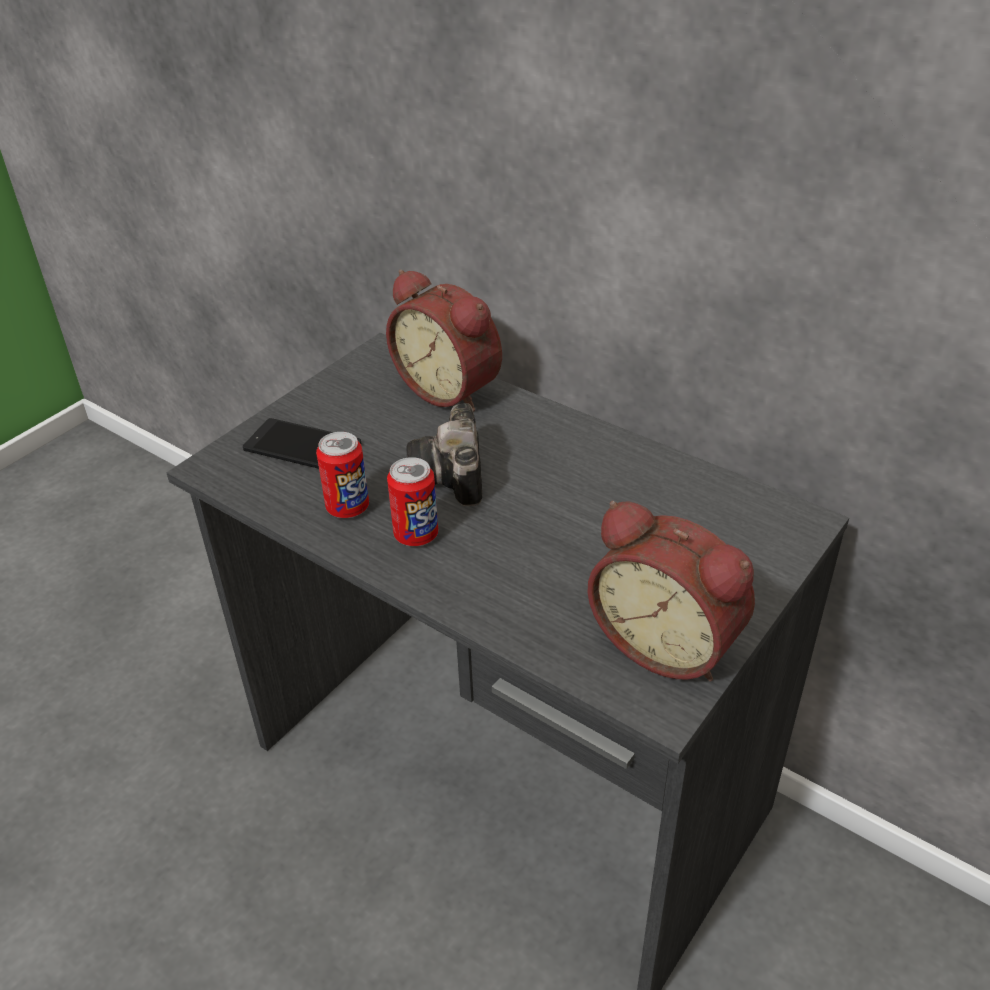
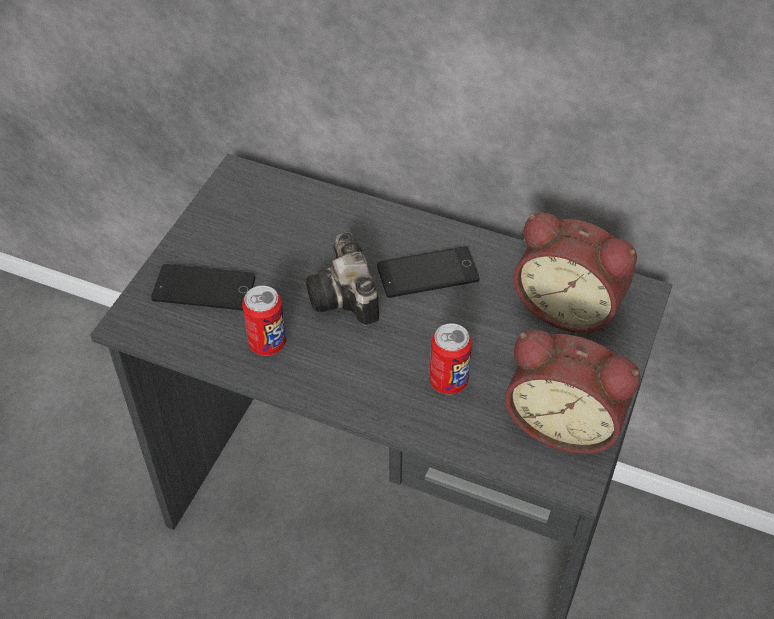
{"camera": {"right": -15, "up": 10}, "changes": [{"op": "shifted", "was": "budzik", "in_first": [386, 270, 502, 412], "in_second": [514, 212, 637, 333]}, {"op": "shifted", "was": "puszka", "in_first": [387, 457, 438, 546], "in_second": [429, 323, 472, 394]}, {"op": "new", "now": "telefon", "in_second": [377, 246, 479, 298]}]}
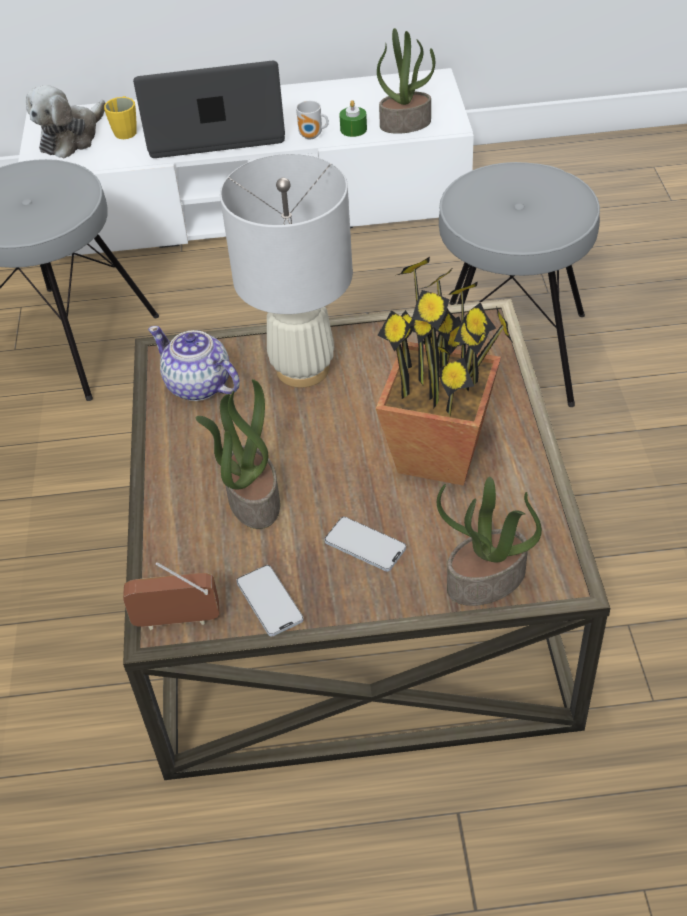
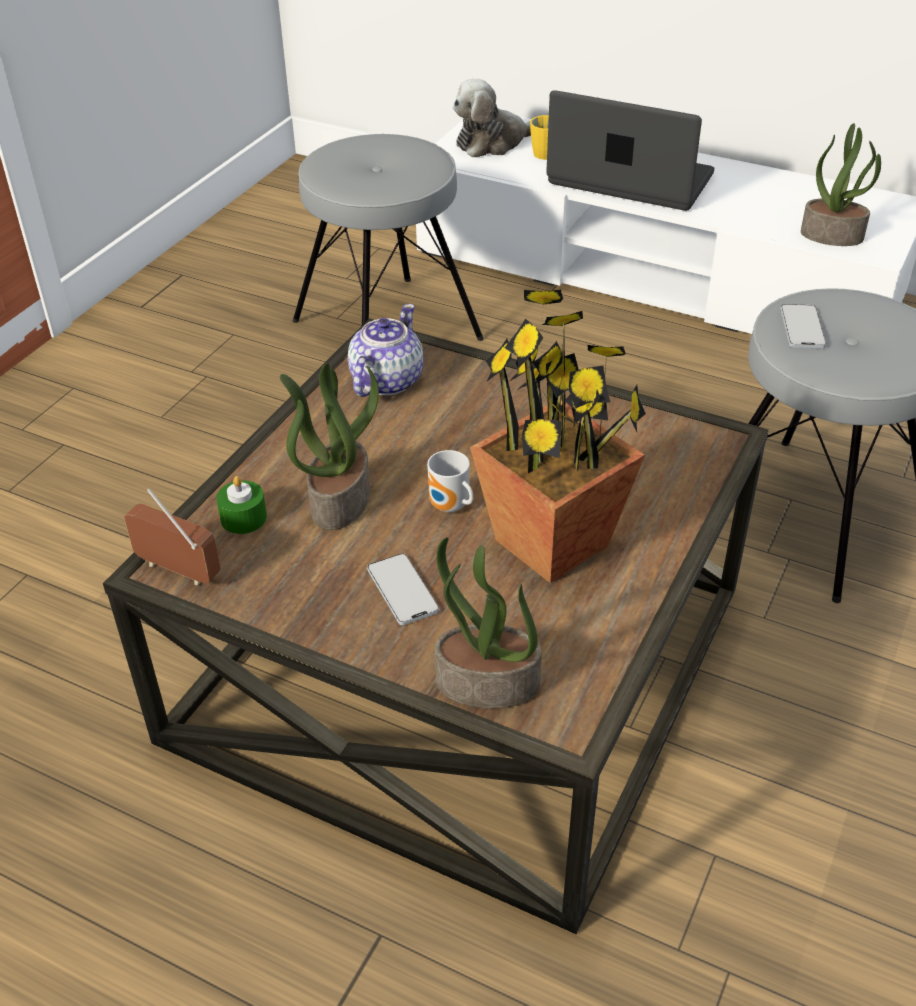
{"camera": {"right": 30, "up": -5}, "changes": [{"op": "rotated", "was": "imbryk", "in_first": [148, 326, 240, 401], "in_second": [348, 304, 423, 397], "clockwise": 45}, {"op": "gone", "was": "lampa stołowa/biały", "in_first": [220, 154, 353, 388]}, {"op": "shifted", "was": "telefon", "in_first": [236, 565, 304, 637], "in_second": [781, 304, 826, 348]}, {"op": "shifted", "was": "kubek", "in_first": [296, 101, 329, 139], "in_second": [427, 450, 474, 512]}, {"op": "shifted", "was": "świeca/zielony", "in_first": [339, 100, 367, 137], "in_second": [216, 476, 267, 534]}]}
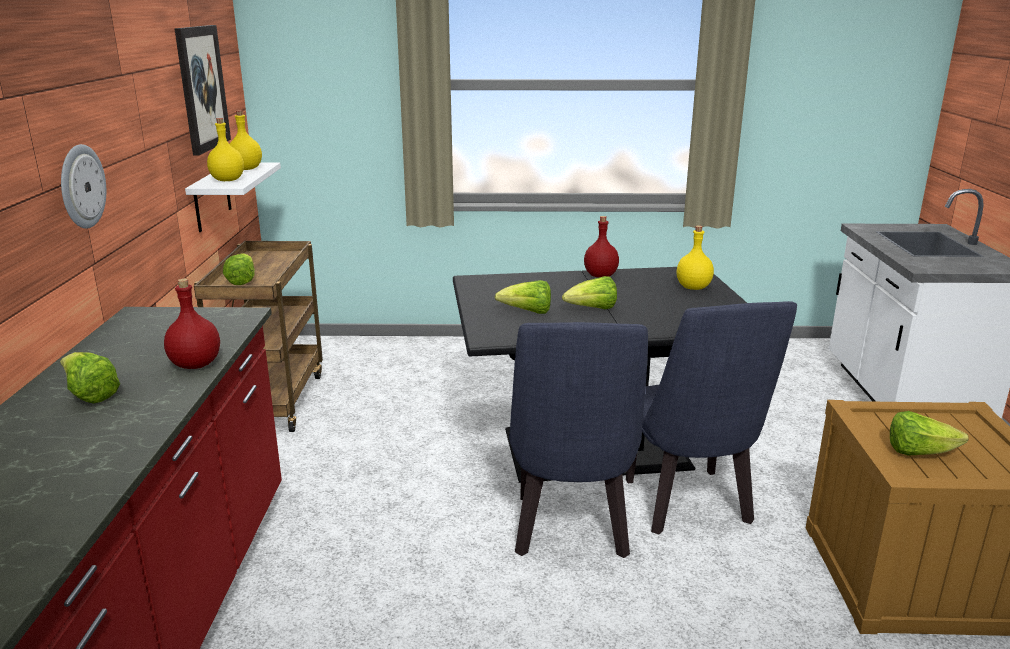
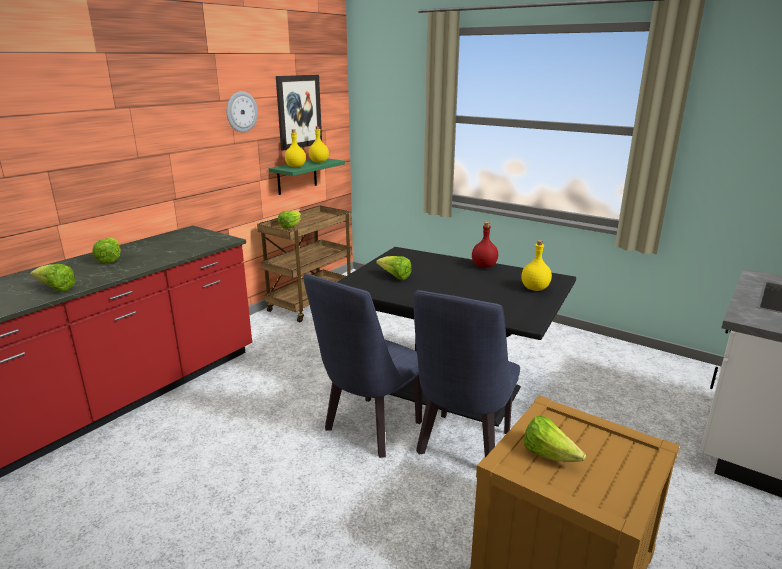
{"camera": {"right": 35, "up": 0}, "changes": [{"op": "shifted", "was": "zegar ścienny", "in_first": [61, 144, 106, 229], "in_second": [226, 91, 258, 133]}, {"op": "gone", "was": "butelka/czerwony", "in_first": [164, 278, 220, 369]}, {"op": "repainted", "was": "półka/biały", "now": "półka/zielony", "in_first": [185, 162, 281, 232], "in_second": [269, 158, 345, 195]}, {"op": "shifted", "was": "sałata", "in_first": [562, 276, 617, 309], "in_second": [30, 264, 76, 292]}]}
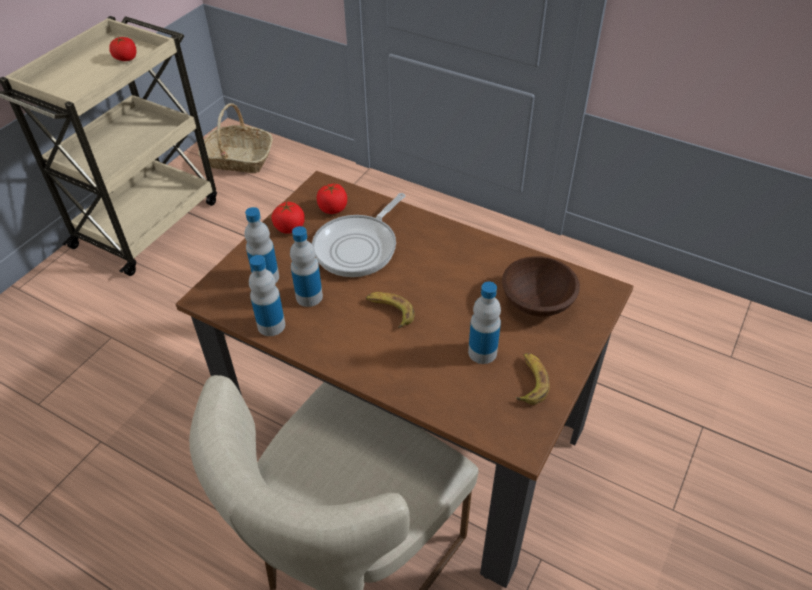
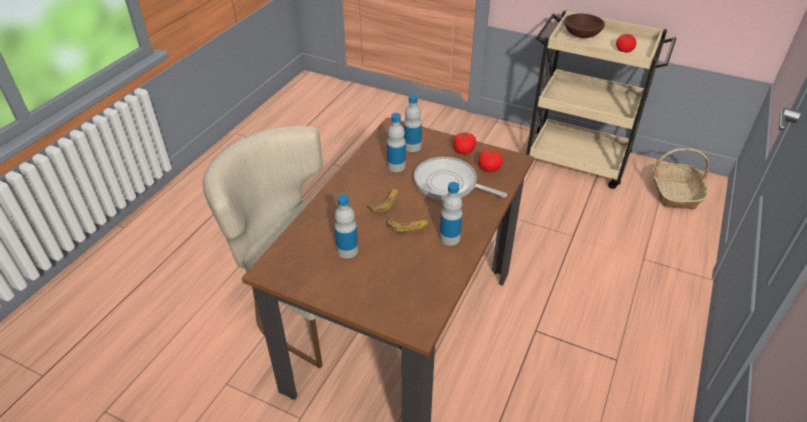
{"camera": {"right": 85, "up": -5}, "changes": [{"op": "shifted", "was": "butelka", "in_first": [249, 255, 285, 336], "in_second": [440, 182, 463, 246]}, {"op": "shifted", "was": "miska/brązowy", "in_first": [502, 256, 580, 317], "in_second": [565, 14, 605, 38]}, {"op": "shifted", "was": "banan", "in_first": [516, 353, 550, 405], "in_second": [387, 216, 430, 233]}]}
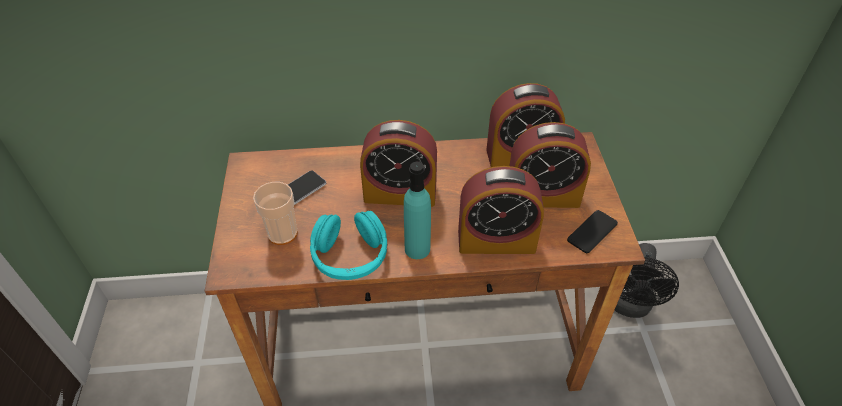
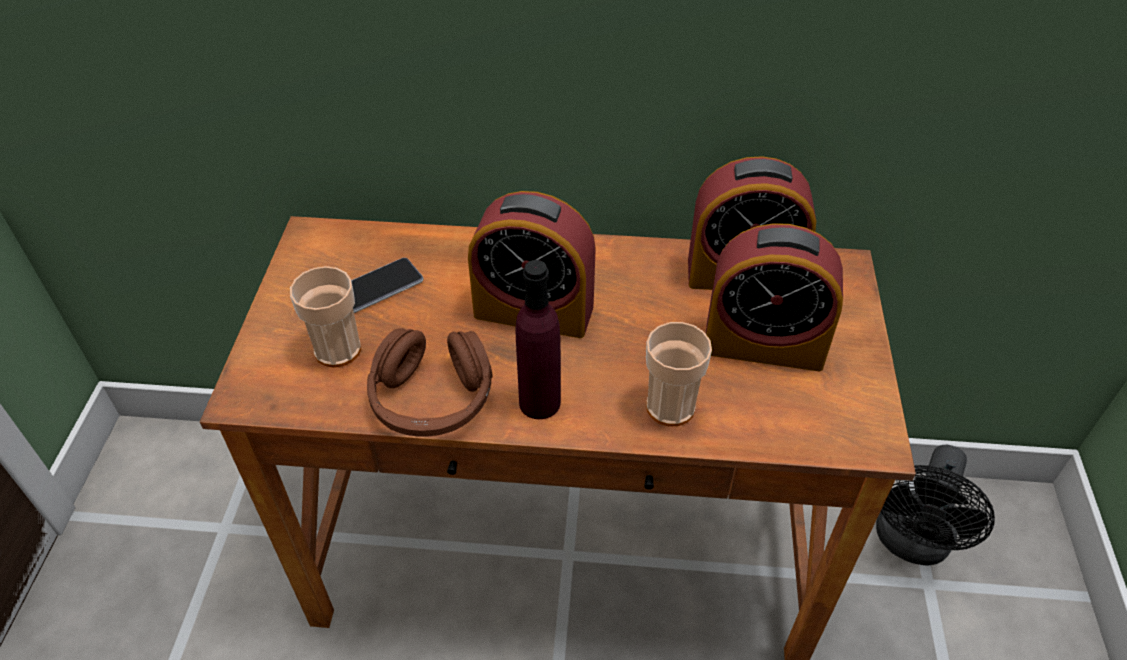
{"camera": {"right": 10, "up": 0}, "changes": [{"op": "repainted", "was": "słuchawki/turkusowy", "now": "słuchawki/brązowy", "in_first": [310, 211, 387, 280], "in_second": [367, 328, 493, 437]}, {"op": "repainted", "was": "butelka/turkusowy", "now": "butelka/fioletowy", "in_first": [404, 162, 431, 259], "in_second": [515, 260, 561, 419]}, {"op": "swapped", "was": "budzik", "now": "filiżanka", "in_first": [458, 166, 544, 254], "in_second": [646, 322, 712, 426]}, {"op": "gone", "was": "telefon", "in_first": [567, 210, 618, 253]}]}
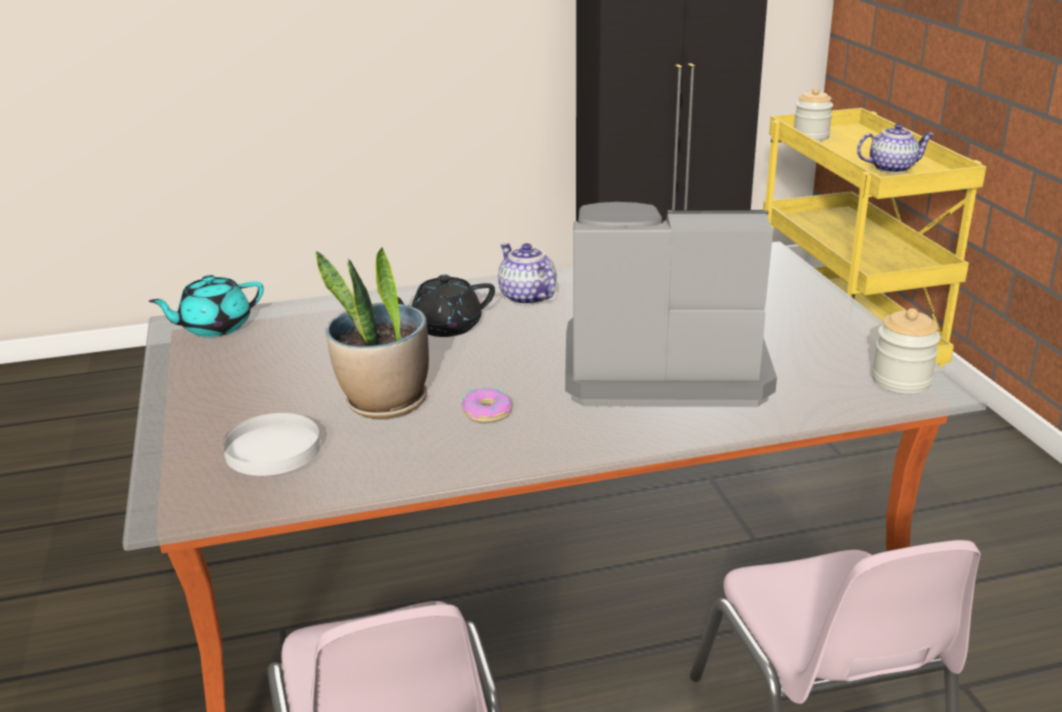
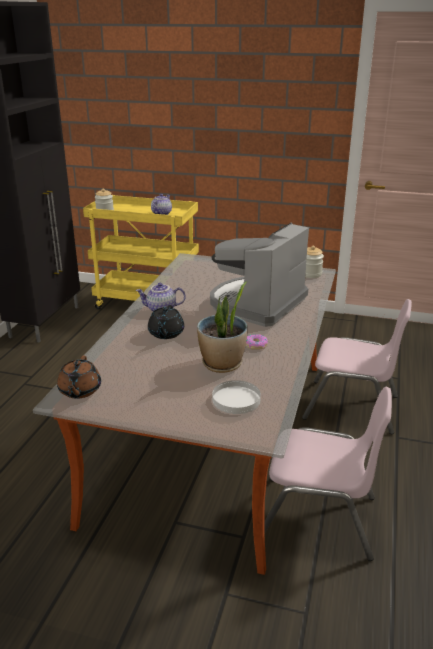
{"camera": {"right": -60, "up": 0}, "changes": [{"op": "repainted", "was": "imbryk/turkusowy", "now": "imbryk/brązowy", "in_first": [149, 275, 264, 337], "in_second": [57, 356, 101, 399]}]}
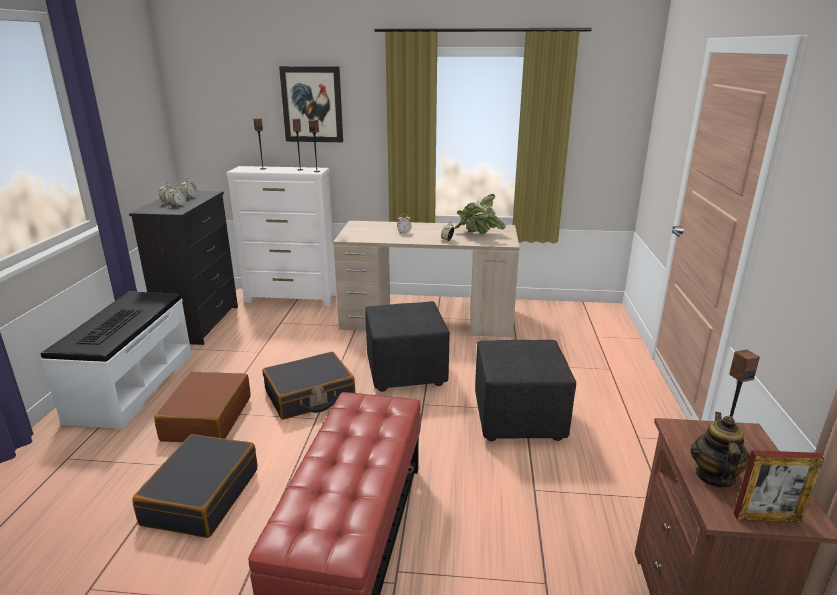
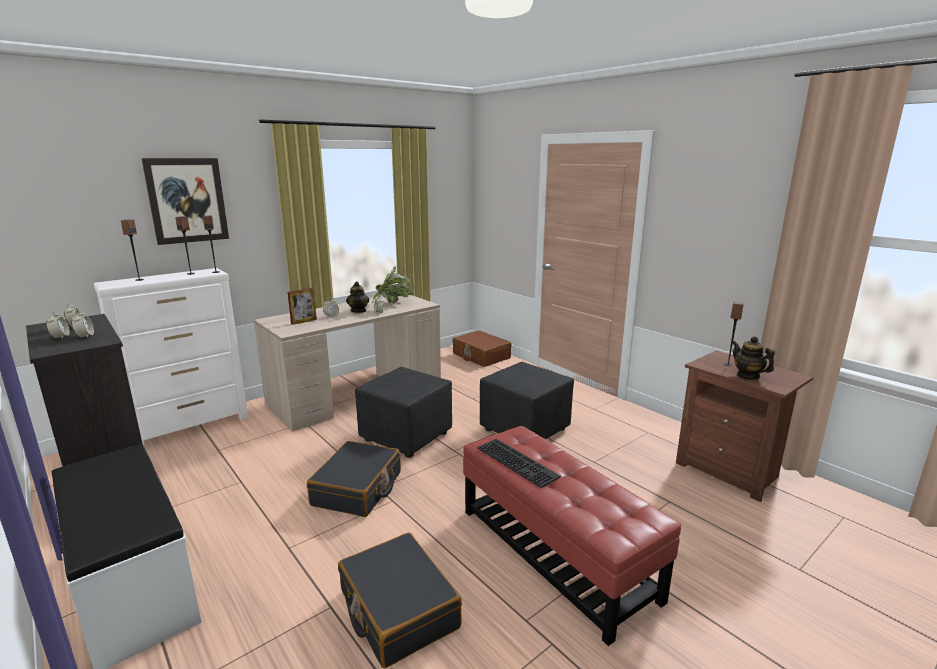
{"camera": {"right": -45, "up": -5}, "changes": [{"op": "shifted", "was": "klawiatura", "in_first": [76, 309, 143, 345], "in_second": [477, 439, 561, 488]}, {"op": "shifted", "was": "walizka/brązowy", "in_first": [154, 372, 250, 442], "in_second": [452, 330, 511, 367]}, {"op": "shifted", "was": "ramka na zdjęcie", "in_first": [734, 450, 824, 523], "in_second": [288, 288, 317, 325]}, {"op": "new", "now": "imbryk", "in_second": [346, 281, 369, 313]}]}
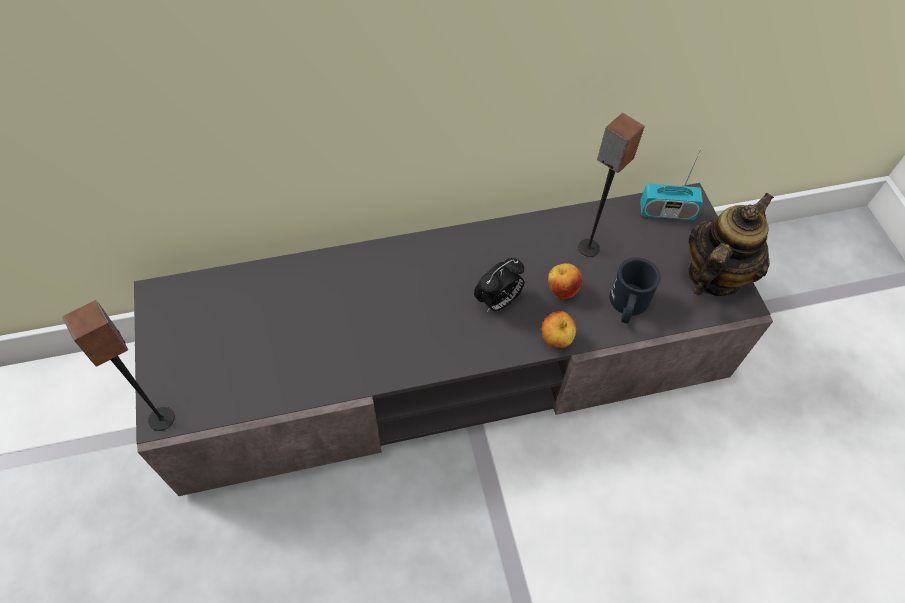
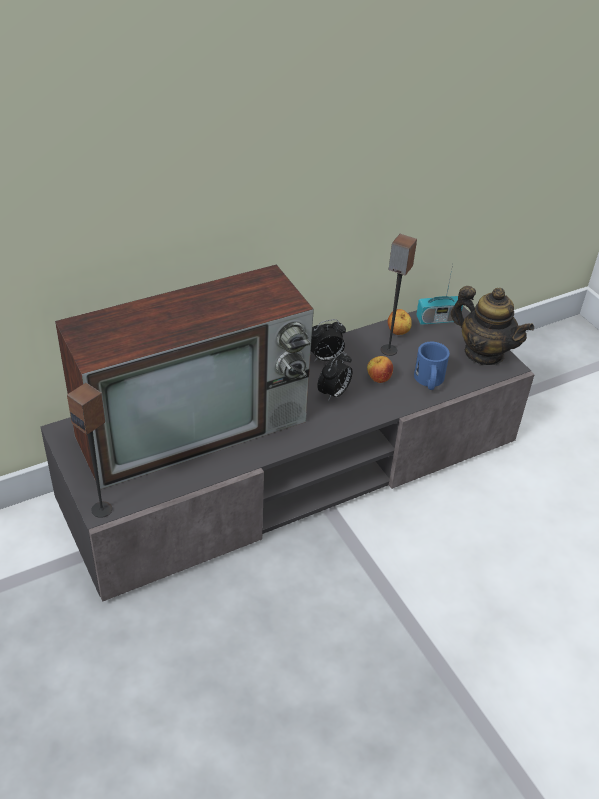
{"camera": {"right": -15, "up": -15}, "changes": [{"op": "shifted", "was": "jabłko", "in_first": [542, 311, 576, 348], "in_second": [388, 309, 412, 335]}, {"op": "repainted", "was": "kubek/czarny", "now": "kubek/niebieski", "in_first": [609, 257, 661, 323], "in_second": [414, 342, 450, 390]}, {"op": "rotated", "was": "imbryk", "in_first": [688, 193, 774, 296], "in_second": [451, 286, 534, 365], "clockwise": 105}, {"op": "new", "now": "telewizor", "in_second": [55, 264, 314, 490]}, {"op": "new", "now": "budzik", "in_second": [311, 319, 346, 362]}]}
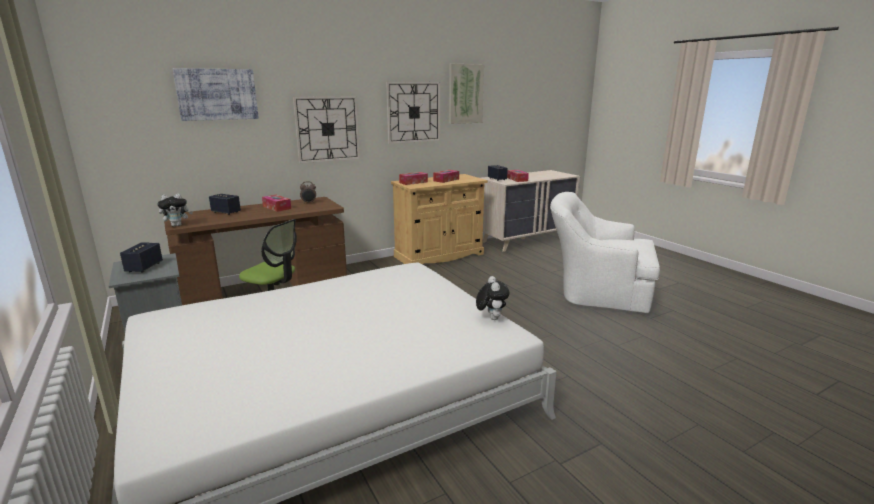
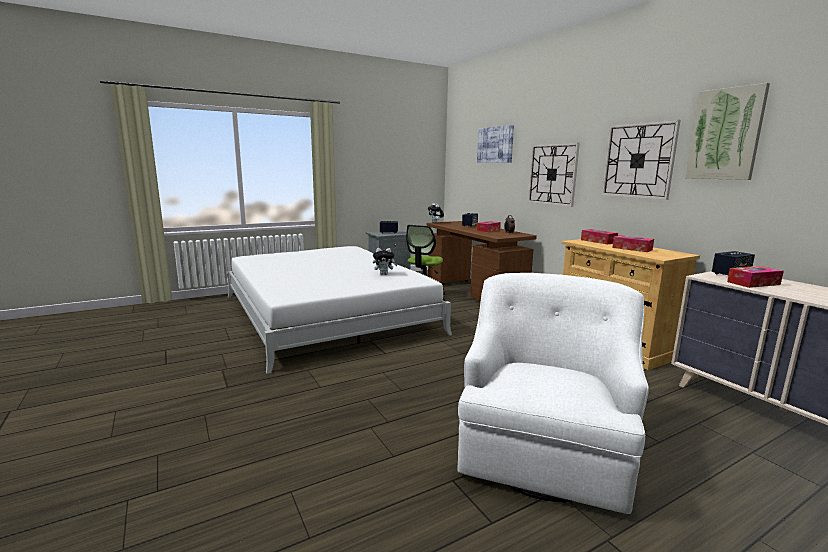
{"camera": {"right": 90, "up": -5}, "changes": [{"op": "shifted", "was": "pluszak", "in_first": [476, 276, 510, 320], "in_second": [373, 248, 397, 275]}]}
